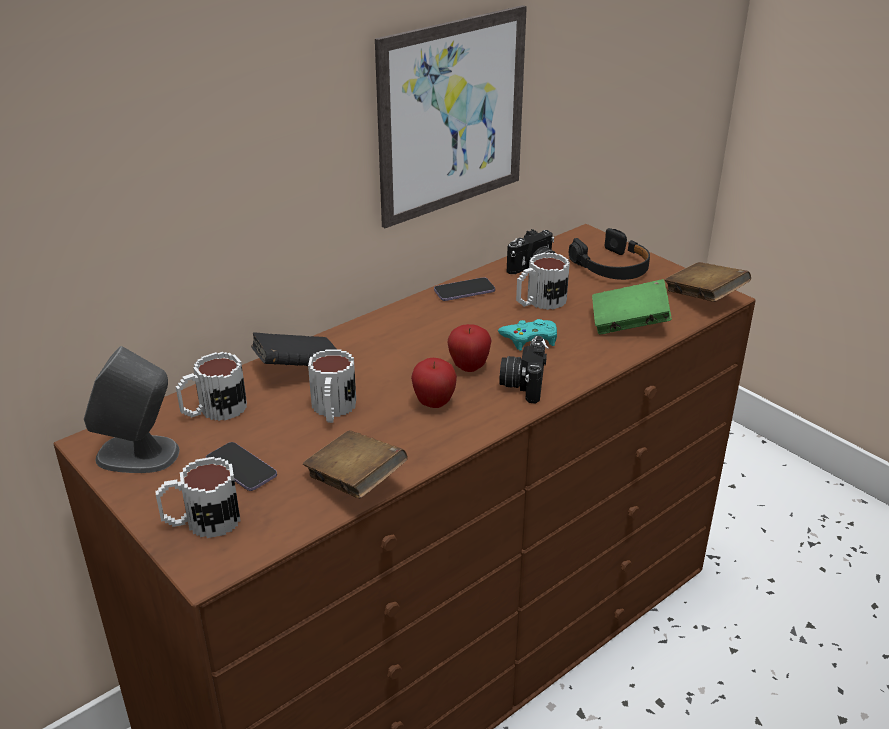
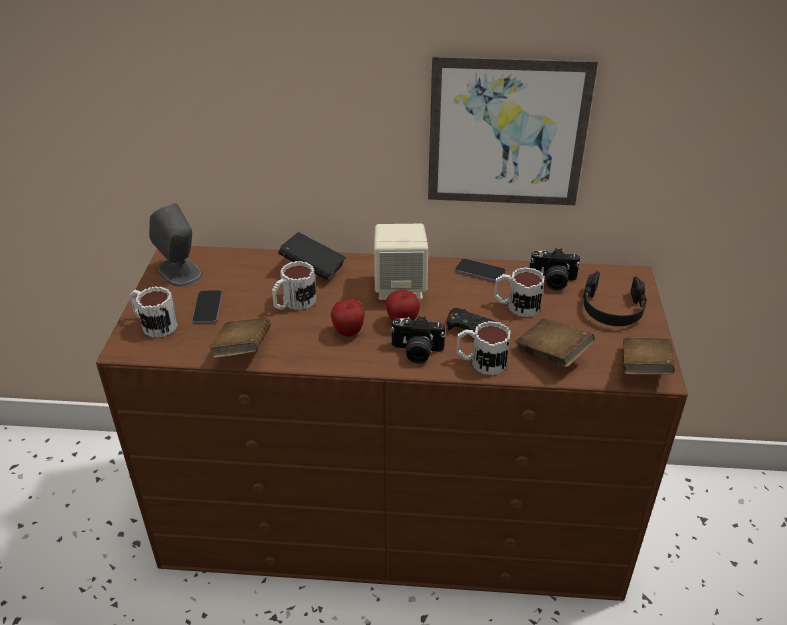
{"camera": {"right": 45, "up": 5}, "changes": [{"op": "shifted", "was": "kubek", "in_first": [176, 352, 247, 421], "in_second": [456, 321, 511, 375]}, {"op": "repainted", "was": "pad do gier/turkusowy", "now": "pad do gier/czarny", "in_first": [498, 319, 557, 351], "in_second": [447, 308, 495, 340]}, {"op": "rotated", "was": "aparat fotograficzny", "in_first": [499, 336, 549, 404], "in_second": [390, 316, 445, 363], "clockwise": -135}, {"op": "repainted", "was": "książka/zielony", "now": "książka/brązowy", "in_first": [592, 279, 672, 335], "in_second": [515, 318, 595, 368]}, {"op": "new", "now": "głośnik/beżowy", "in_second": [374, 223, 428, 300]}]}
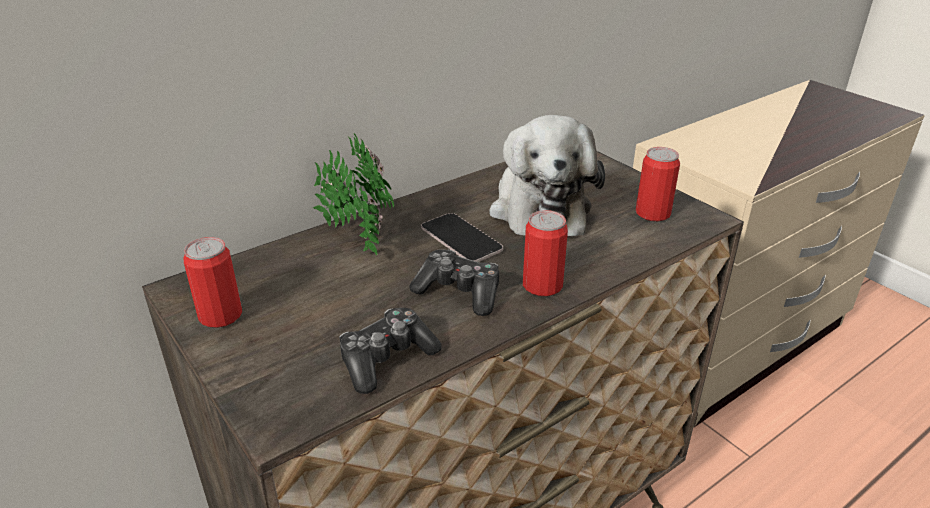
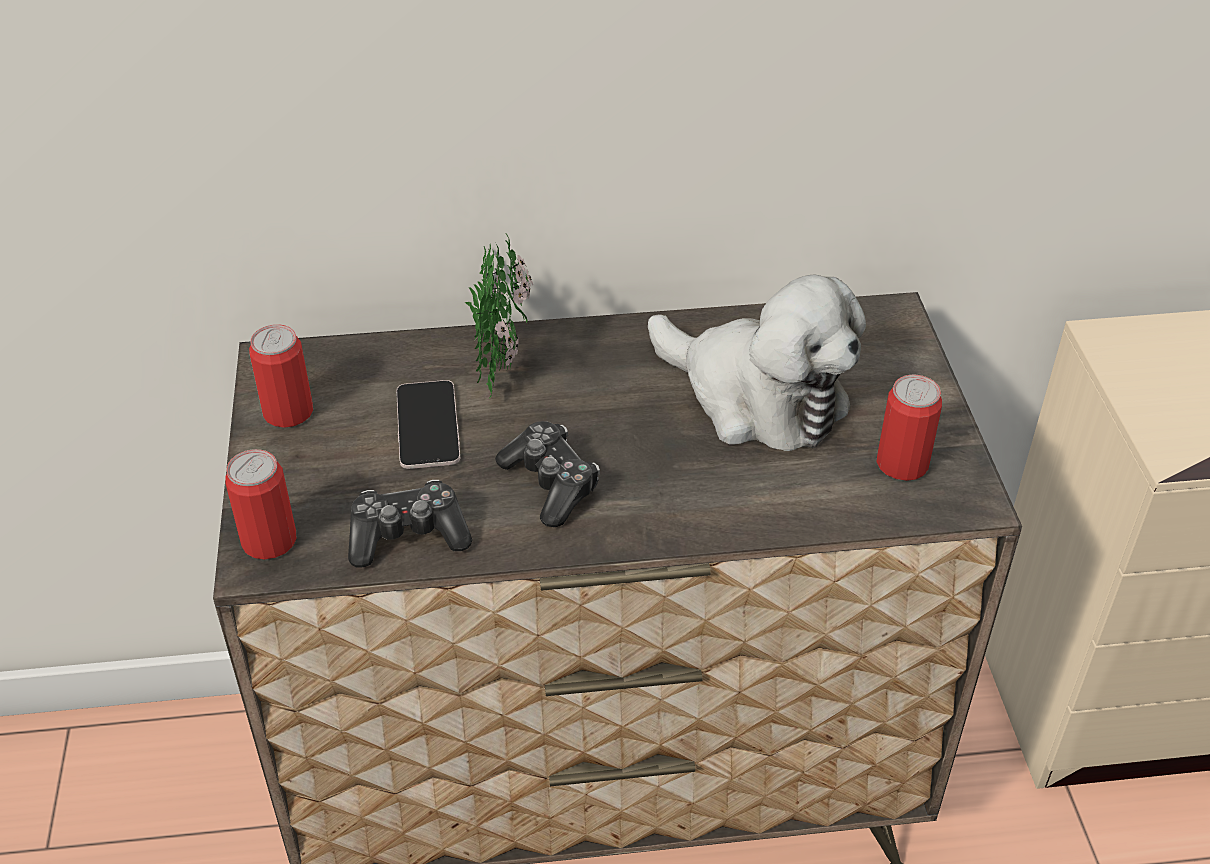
{"camera": {"right": 30, "up": 10}, "changes": [{"op": "shifted", "was": "telefon", "in_first": [421, 213, 503, 262], "in_second": [396, 380, 460, 469]}, {"op": "rotated", "was": "pluszak", "in_first": [489, 115, 605, 236], "in_second": [648, 275, 866, 451], "clockwise": -75}, {"op": "shifted", "was": "puszka", "in_first": [523, 210, 568, 296], "in_second": [225, 449, 297, 560]}]}
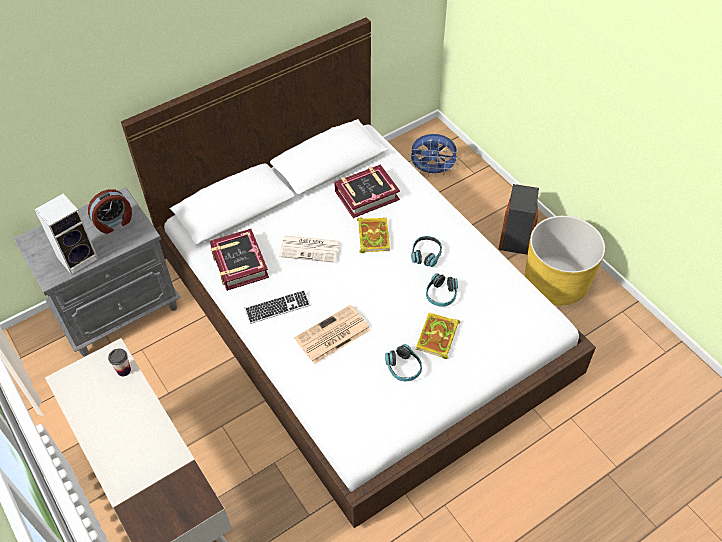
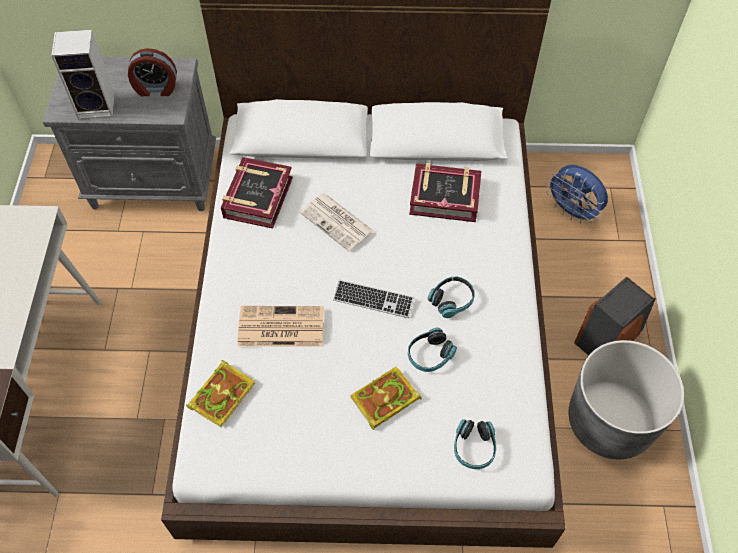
{"camera": {"right": 35, "up": 5}, "changes": [{"op": "gone", "was": "filiżanka", "in_first": [108, 349, 131, 377]}, {"op": "shifted", "was": "klawiatura", "in_first": [245, 290, 310, 324], "in_second": [333, 280, 414, 318]}, {"op": "shifted", "was": "książka", "in_first": [357, 218, 390, 253], "in_second": [186, 360, 255, 427]}, {"op": "shifted", "was": "słuchawki", "in_first": [385, 344, 422, 381], "in_second": [454, 419, 496, 469]}, {"op": "repainted", "was": "donica/żółty", "now": "donica/szary", "in_first": [525, 216, 605, 306], "in_second": [569, 340, 684, 459]}]}
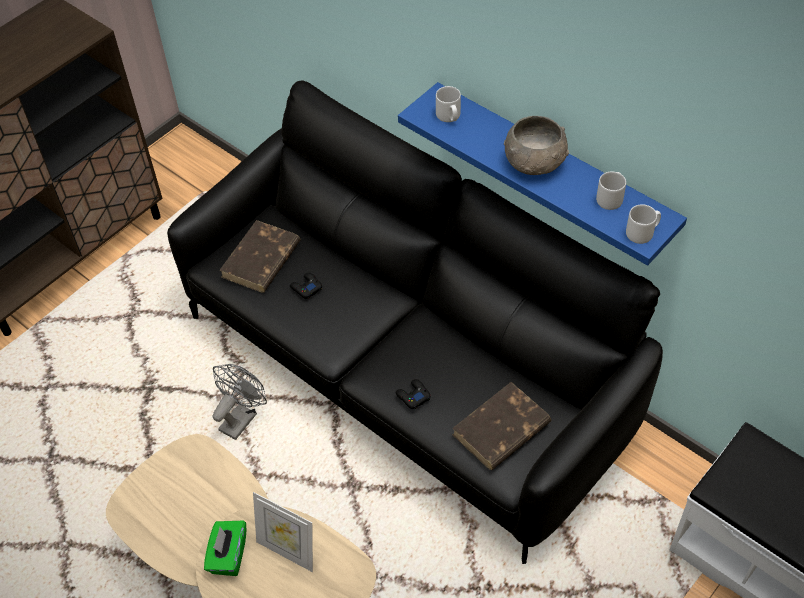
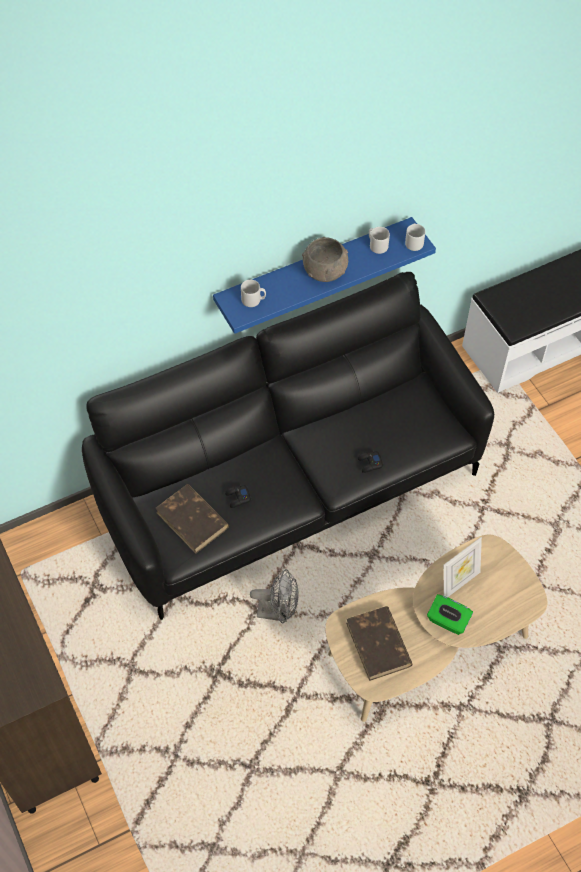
{"camera": {"right": -70, "up": 5}, "changes": [{"op": "rotated", "was": "wentylator/szary", "in_first": [213, 364, 267, 440], "in_second": [250, 569, 299, 624], "clockwise": 135}, {"op": "shifted", "was": "książka/brązowy", "in_first": [452, 382, 551, 470], "in_second": [346, 606, 413, 681]}]}
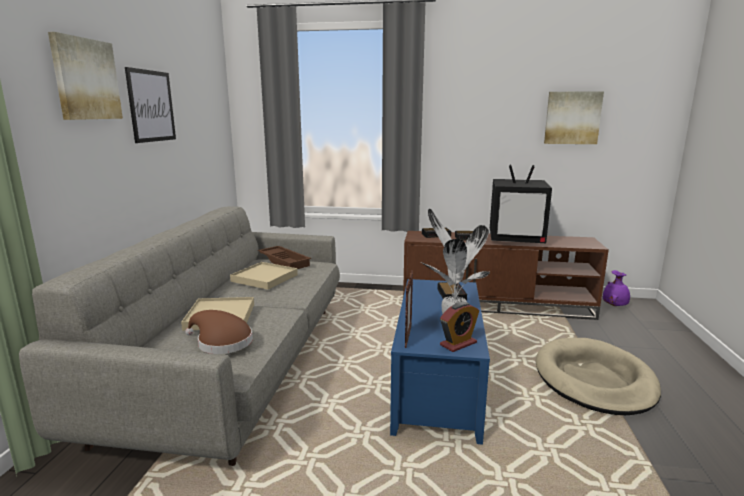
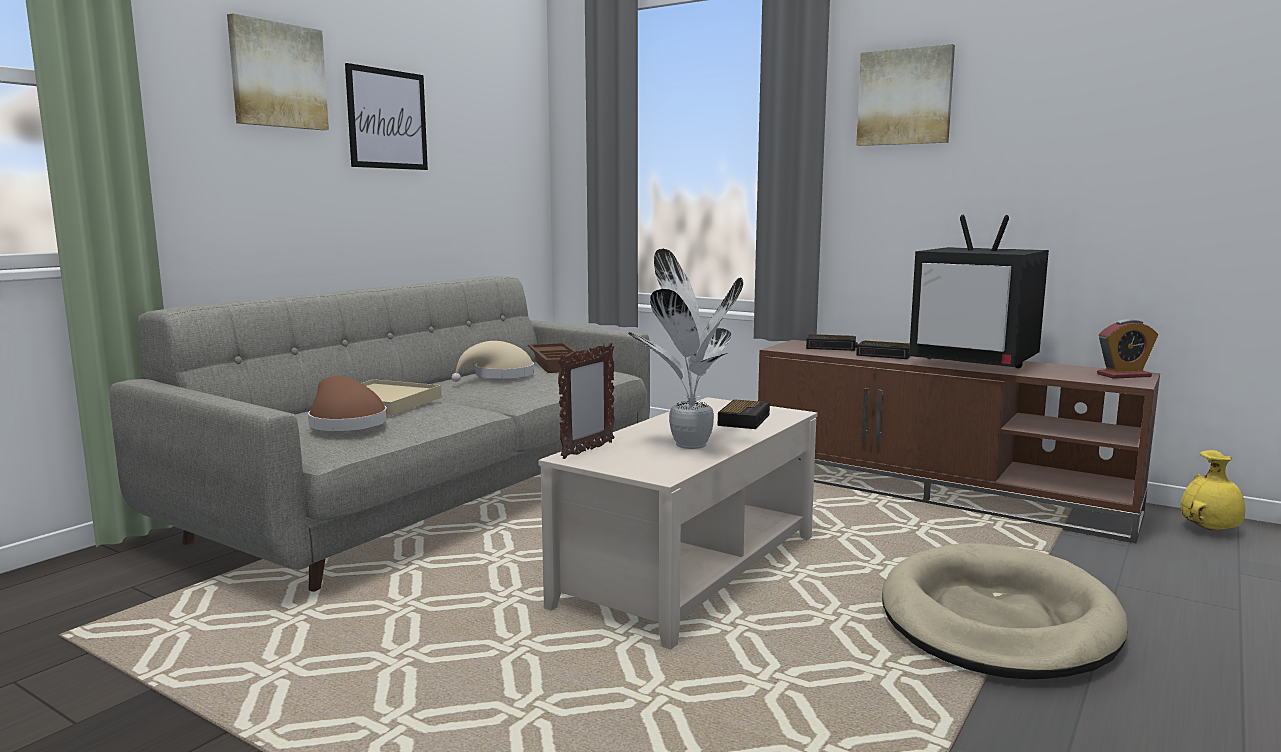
{"camera": {"right": 25, "up": -5}, "changes": [{"op": "swapped", "was": "taca/beżowy", "now": "kapelusz/beżowy", "in_first": [230, 262, 298, 290], "in_second": [452, 341, 534, 382]}, {"op": "repainted", "was": "ława/niebieski", "now": "ława/beżowy", "in_first": [390, 279, 490, 445], "in_second": [538, 397, 818, 650]}, {"op": "shifted", "was": "budzik", "in_first": [440, 302, 479, 352], "in_second": [1097, 319, 1158, 379]}, {"op": "shifted", "was": "obraz", "in_first": [544, 91, 604, 144], "in_second": [856, 44, 955, 146]}, {"op": "repainted", "was": "wazon/fioletowy", "now": "wazon/żółty", "in_first": [603, 270, 630, 306], "in_second": [1181, 450, 1245, 530]}]}
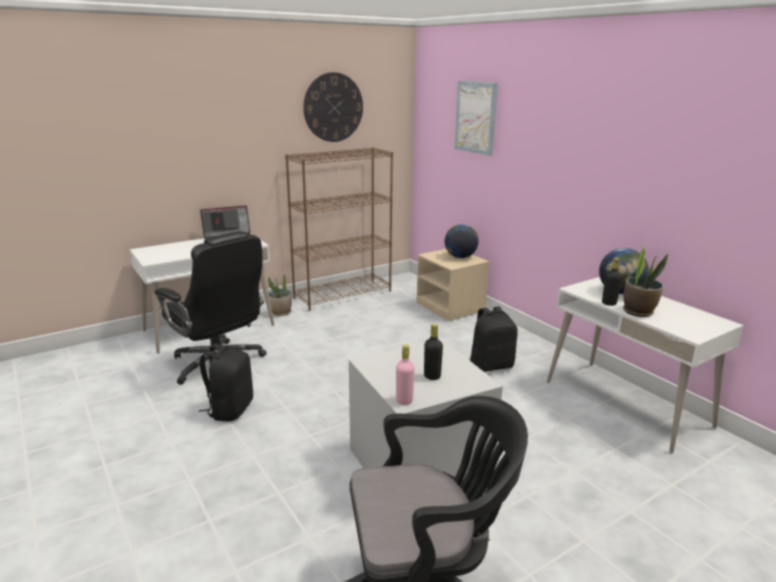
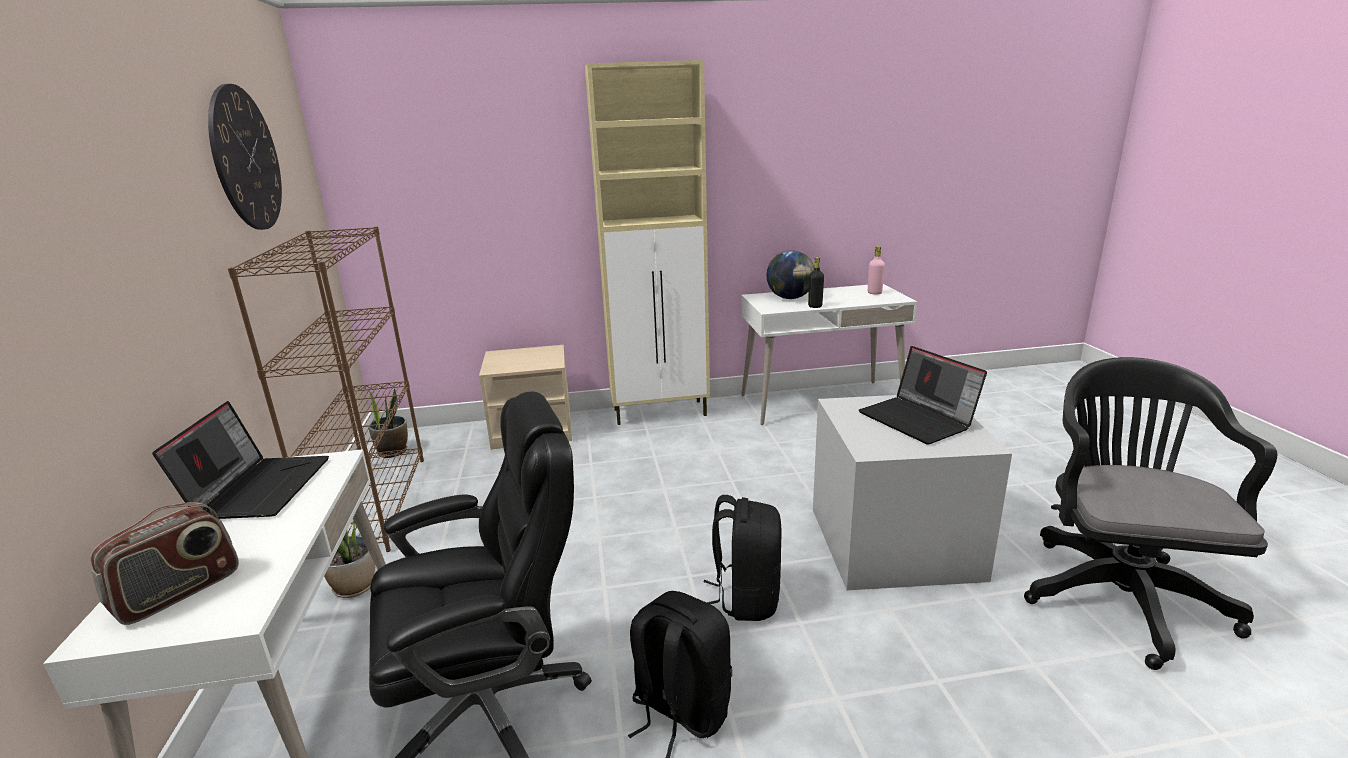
{"camera": {"right": -65, "up": 0}, "changes": [{"op": "shifted", "was": "butelka/różowy", "in_first": [396, 345, 414, 405], "in_second": [868, 246, 885, 295]}, {"op": "swapped", "was": "butelka/czarny", "now": "laptop", "in_first": [424, 324, 443, 380], "in_second": [859, 346, 987, 444]}, {"op": "gone", "was": "globus", "in_first": [445, 224, 479, 258]}, {"op": "gone", "was": "obraz", "in_first": [454, 81, 498, 156]}, {"op": "shifted", "was": "plecak/czarny", "in_first": [470, 306, 518, 372], "in_second": [703, 495, 782, 621]}, {"op": "shifted", "was": "roślina doniczkowa", "in_first": [623, 245, 668, 317], "in_second": [368, 388, 408, 458]}, {"op": "new", "now": "radio", "in_second": [91, 502, 239, 625]}, {"op": "new", "now": "szafka/beżowy", "in_second": [585, 60, 710, 425]}]}
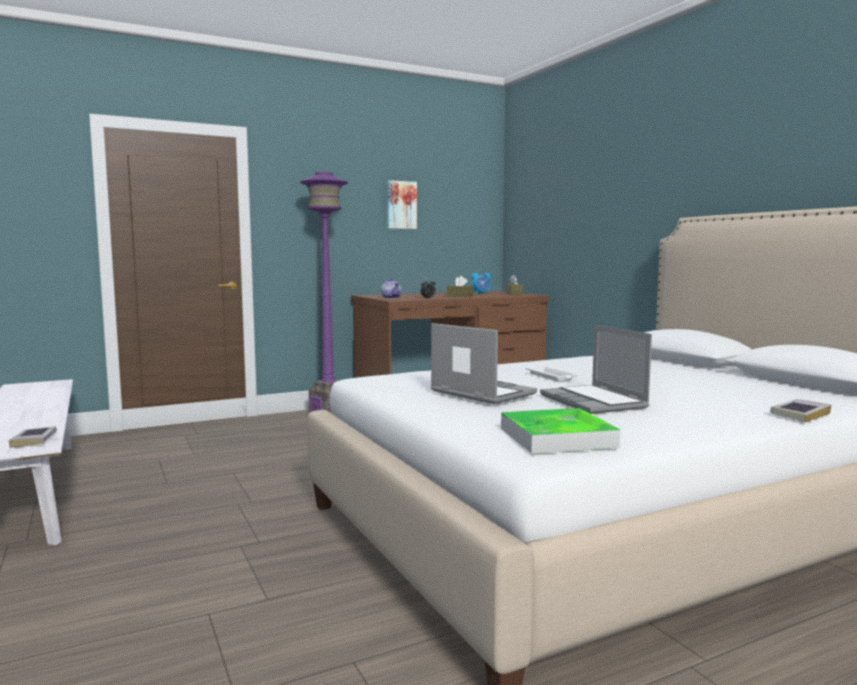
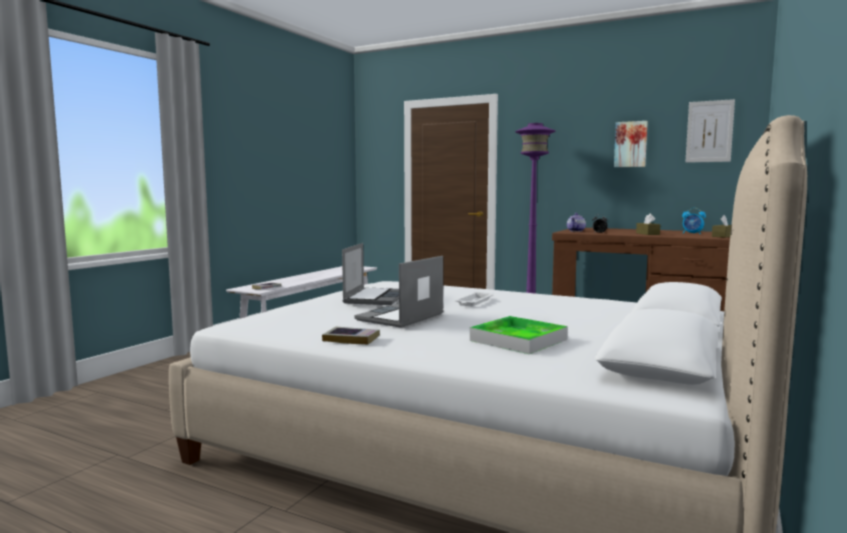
{"camera": {"right": 55, "up": 0}, "changes": [{"op": "shifted", "was": "taca", "in_first": [501, 408, 620, 454], "in_second": [470, 316, 568, 354]}, {"op": "shifted", "was": "książka", "in_first": [770, 399, 831, 422], "in_second": [322, 327, 380, 345]}, {"op": "new", "now": "obraz", "in_second": [685, 99, 735, 163]}]}
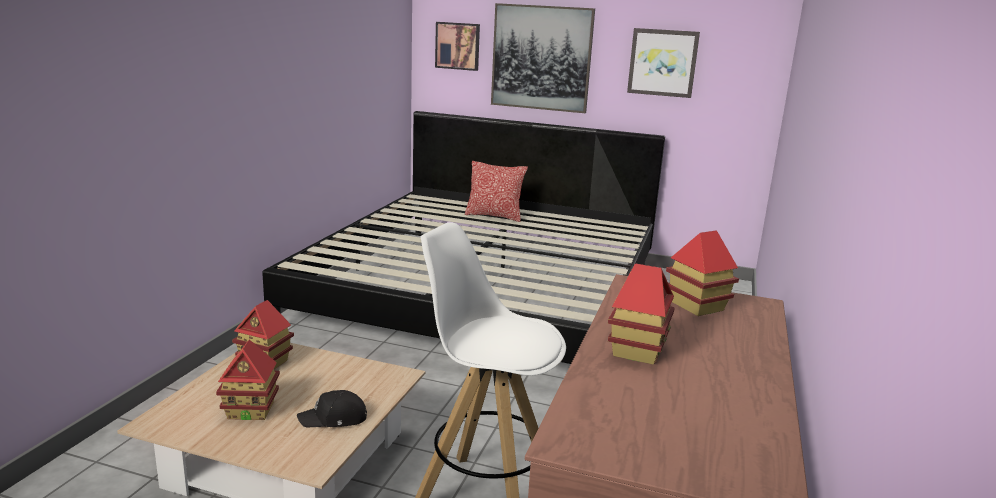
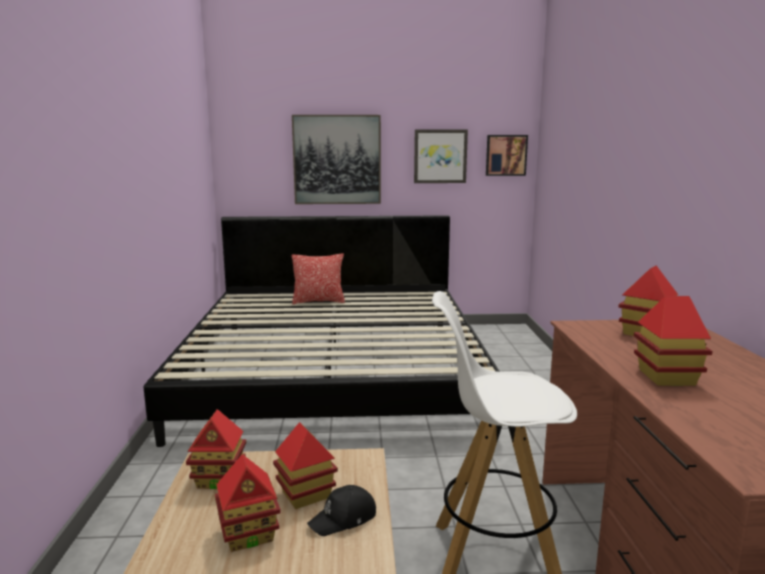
{"camera": {"right": -20, "up": -5}, "changes": [{"op": "shifted", "was": "obraz", "in_first": [435, 22, 480, 71], "in_second": [486, 135, 528, 176]}, {"op": "new", "now": "domek", "in_second": [273, 422, 338, 509]}]}
